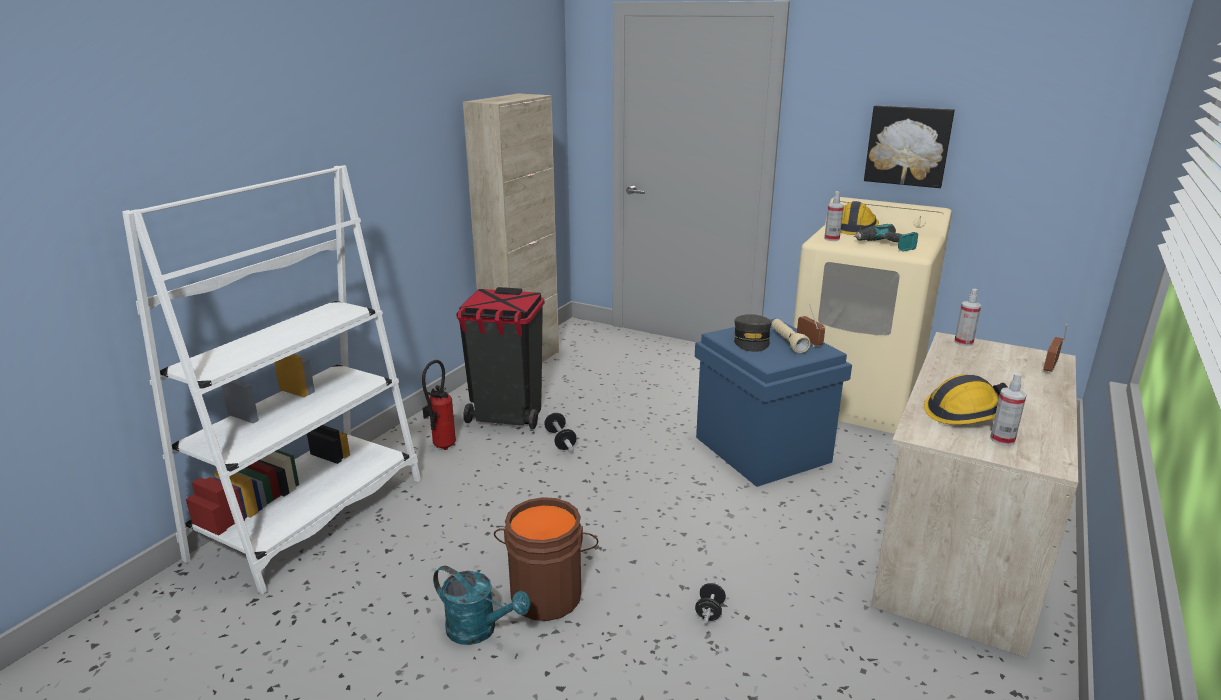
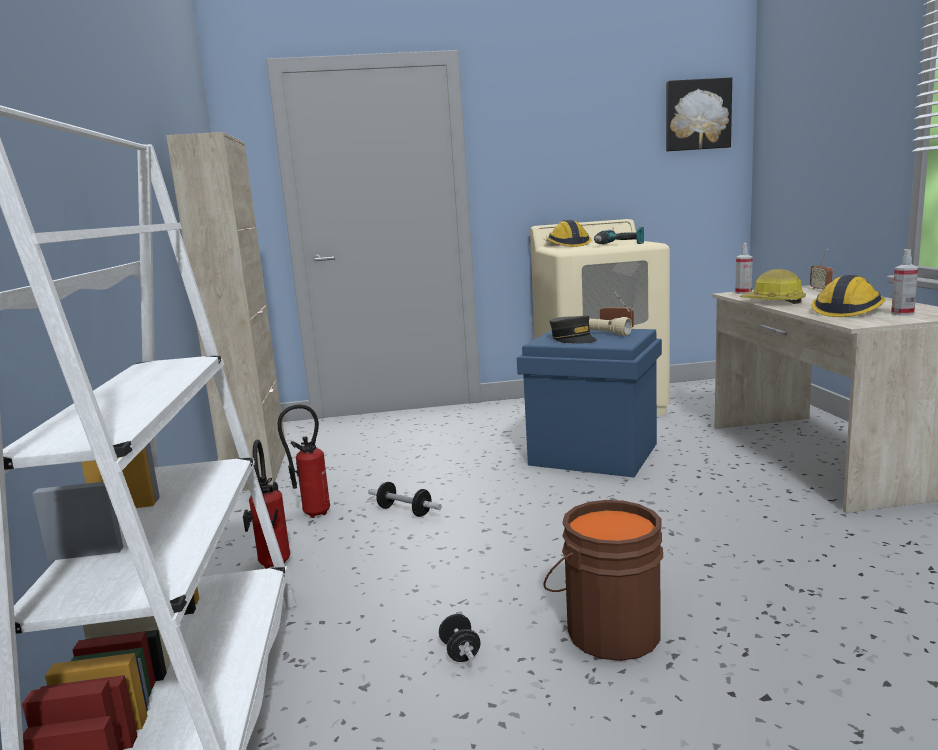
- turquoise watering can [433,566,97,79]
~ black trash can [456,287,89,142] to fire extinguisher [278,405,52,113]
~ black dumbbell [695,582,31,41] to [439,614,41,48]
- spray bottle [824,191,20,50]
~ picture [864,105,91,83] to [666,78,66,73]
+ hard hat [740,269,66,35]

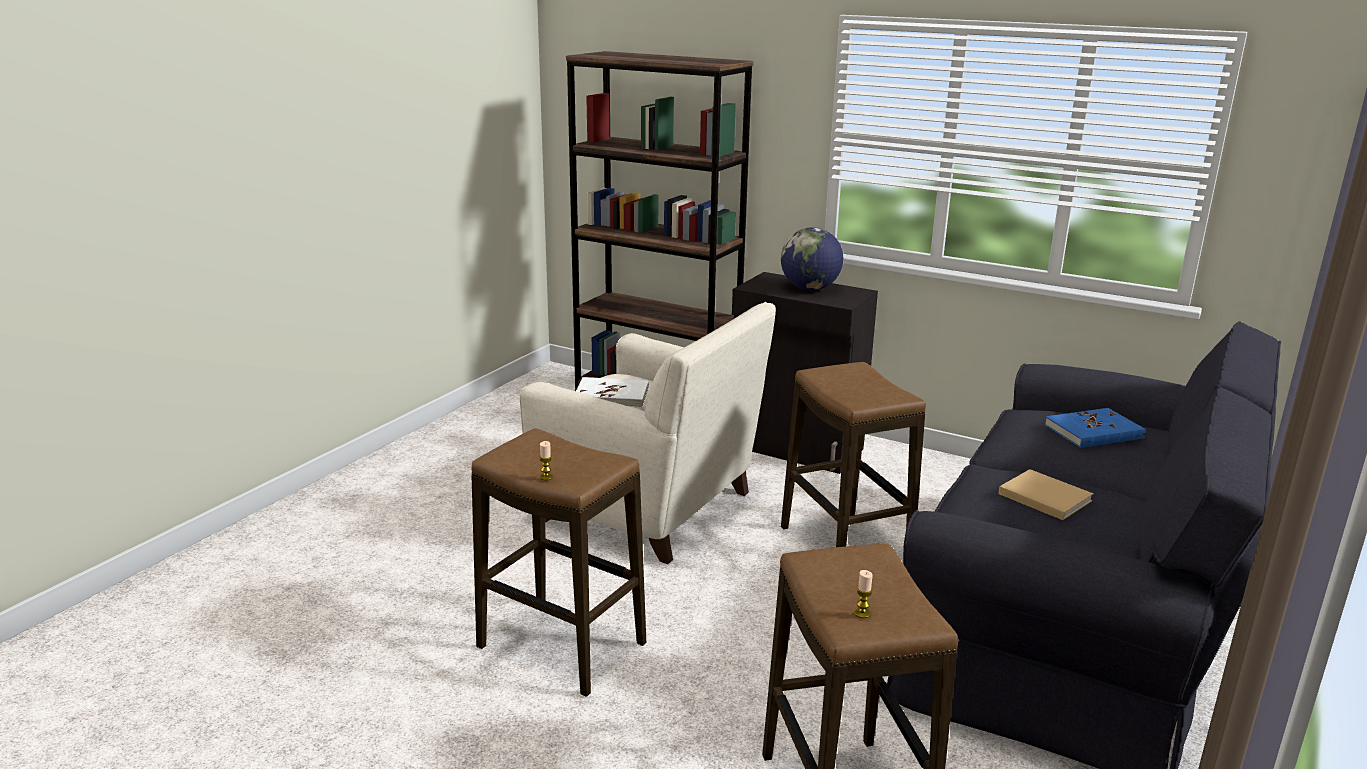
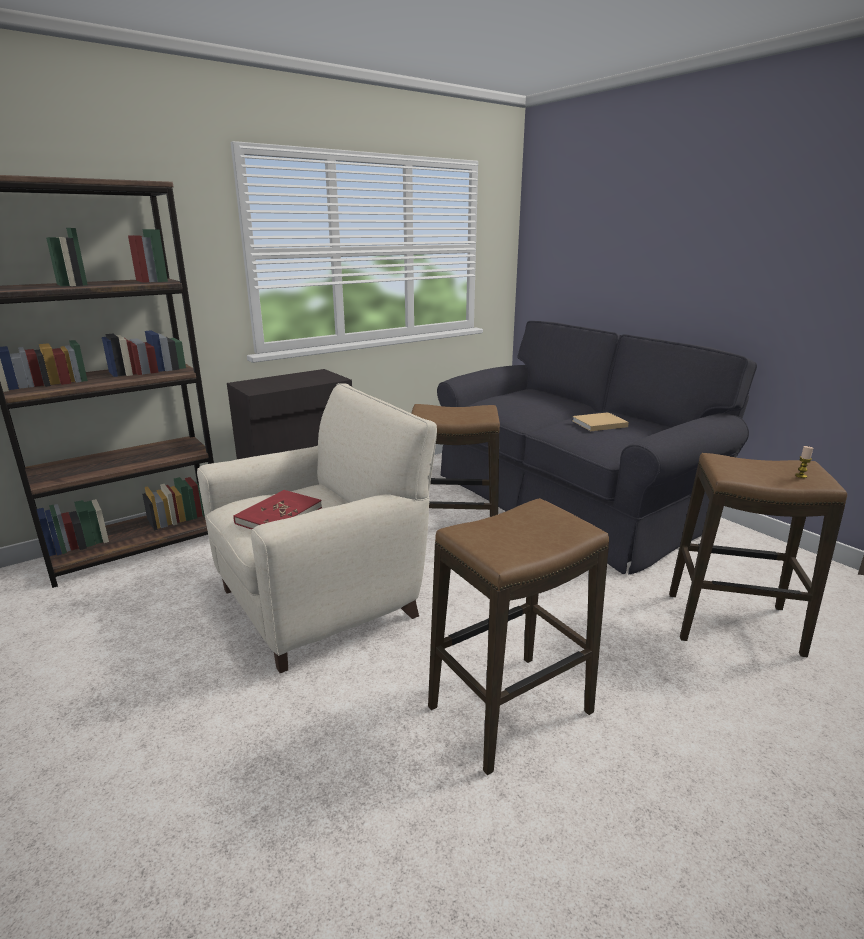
- candle [539,441,14,39]
~ white book [576,377,73,31] to red book [233,490,89,39]
- globe [781,227,62,64]
- blue book [1045,408,101,40]

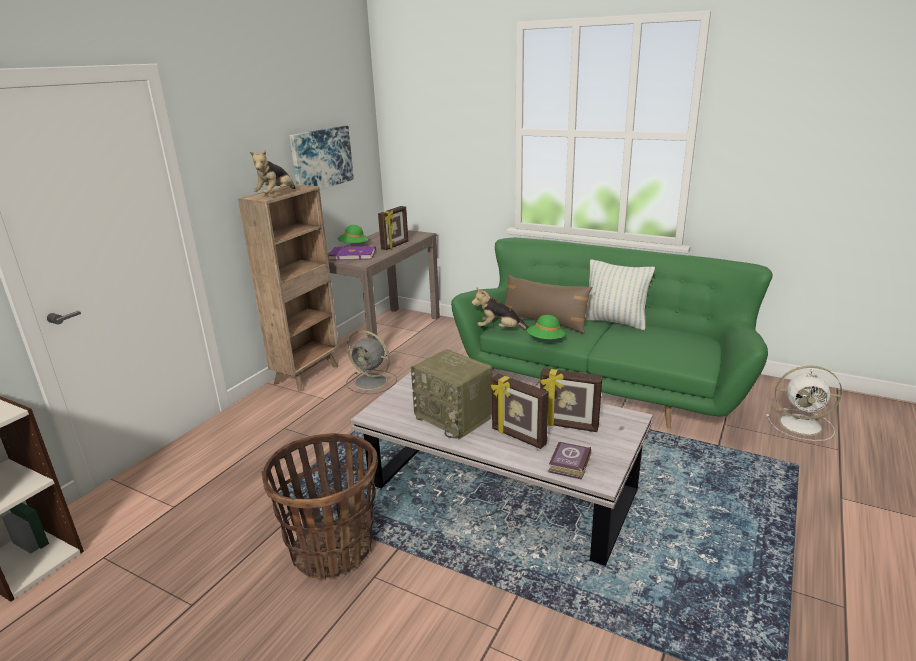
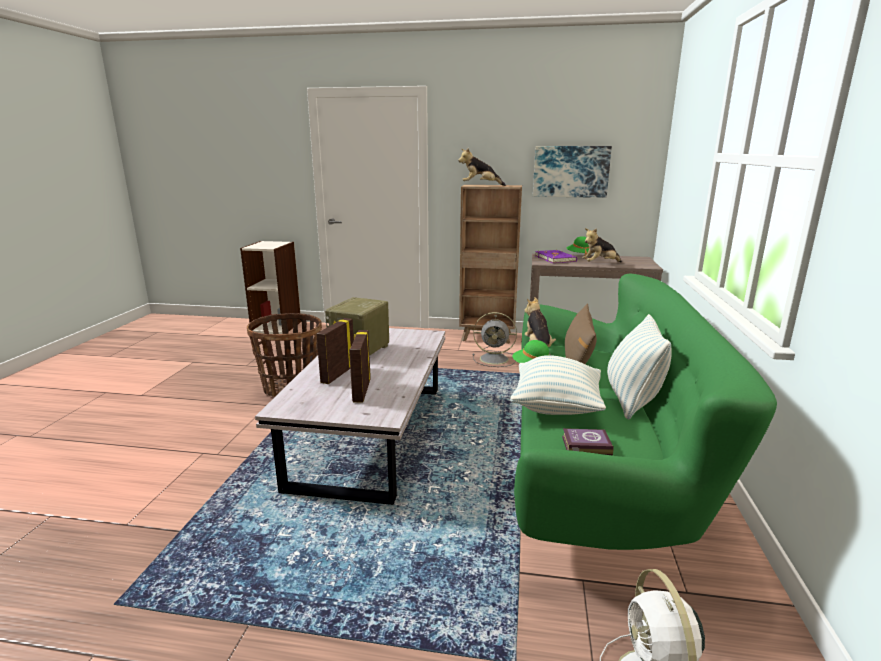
~ grey fan [346,330,51,64] = [473,312,44,55] 90 degrees counterclockwise
~ picture frame [378,206,30,44] to plush toy [582,228,40,34]
~ book [548,442,43,38] to [562,428,52,28]
+ pillow [510,355,96,60]

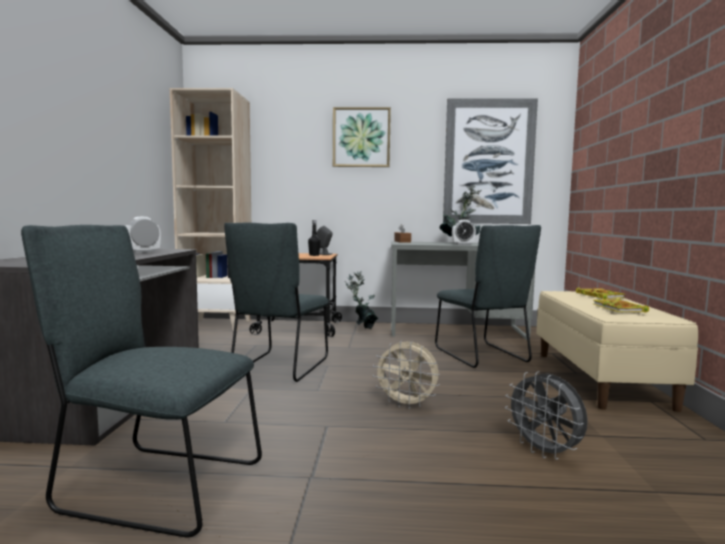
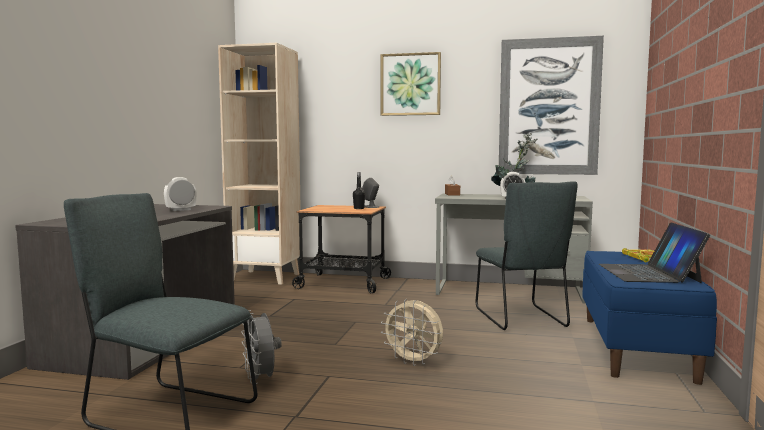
- grey chair [224,223,105,159]
- potted plant [345,271,34,58]
~ grey fan [505,371,83,89] to [241,310,41,74]
~ beige bench [536,291,162,121] to blue bench [582,251,135,134]
~ book [593,298,56,15] to laptop [599,223,111,60]

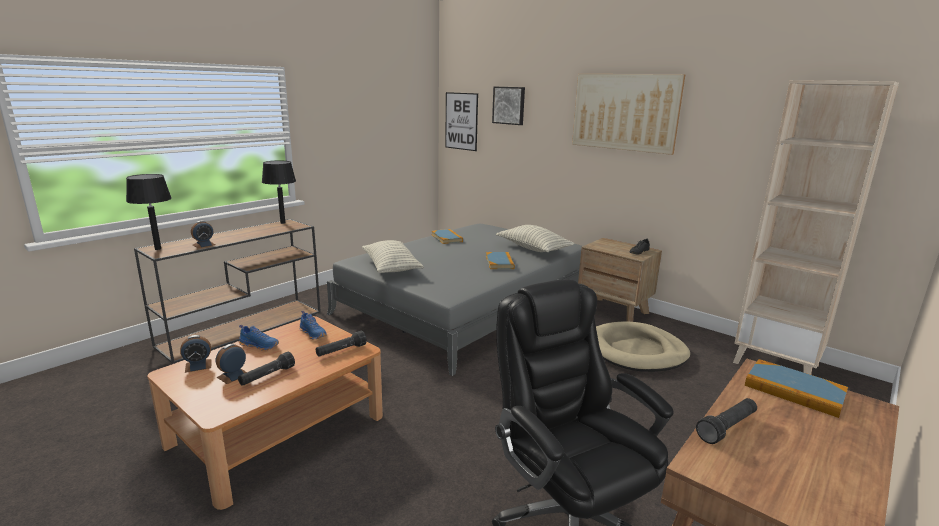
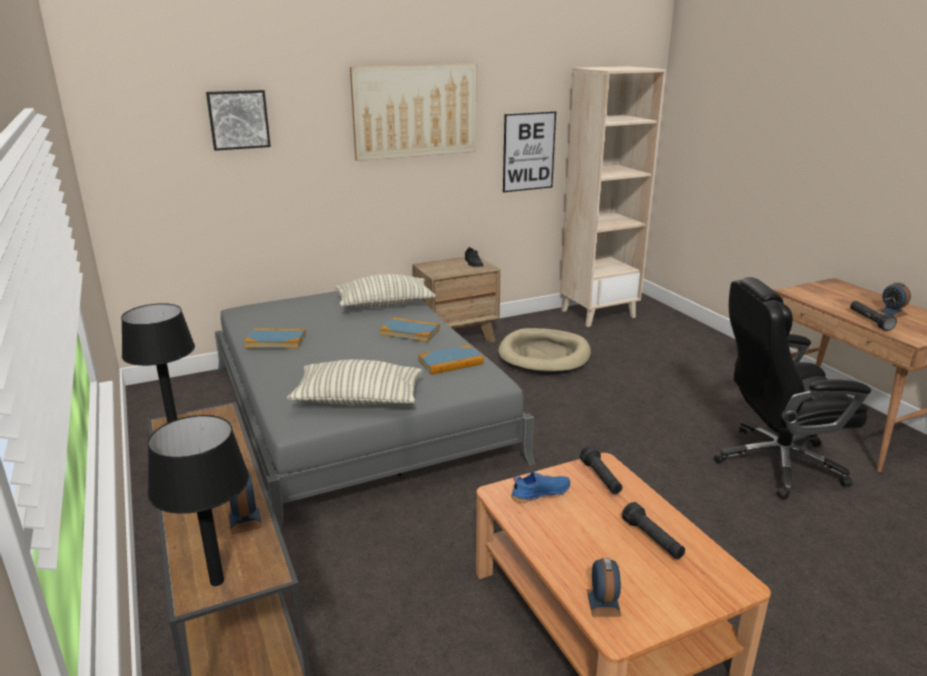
~ alarm clock [216,344,31,40] to [877,282,34,36]
- blue shoe [239,325,40,26]
~ picture [445,92,33,59] to [503,111,53,81]
~ book [745,359,103,59] to [418,345,65,30]

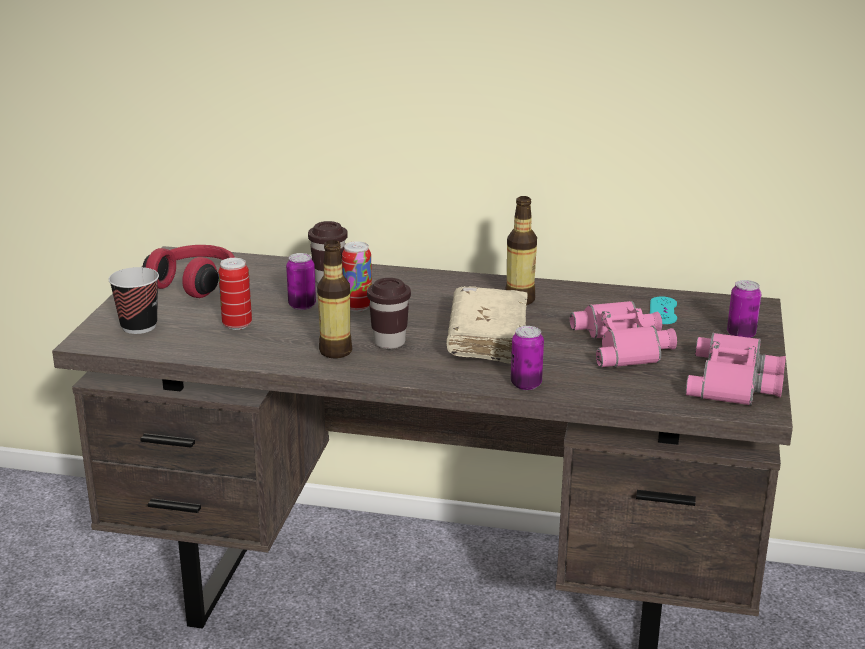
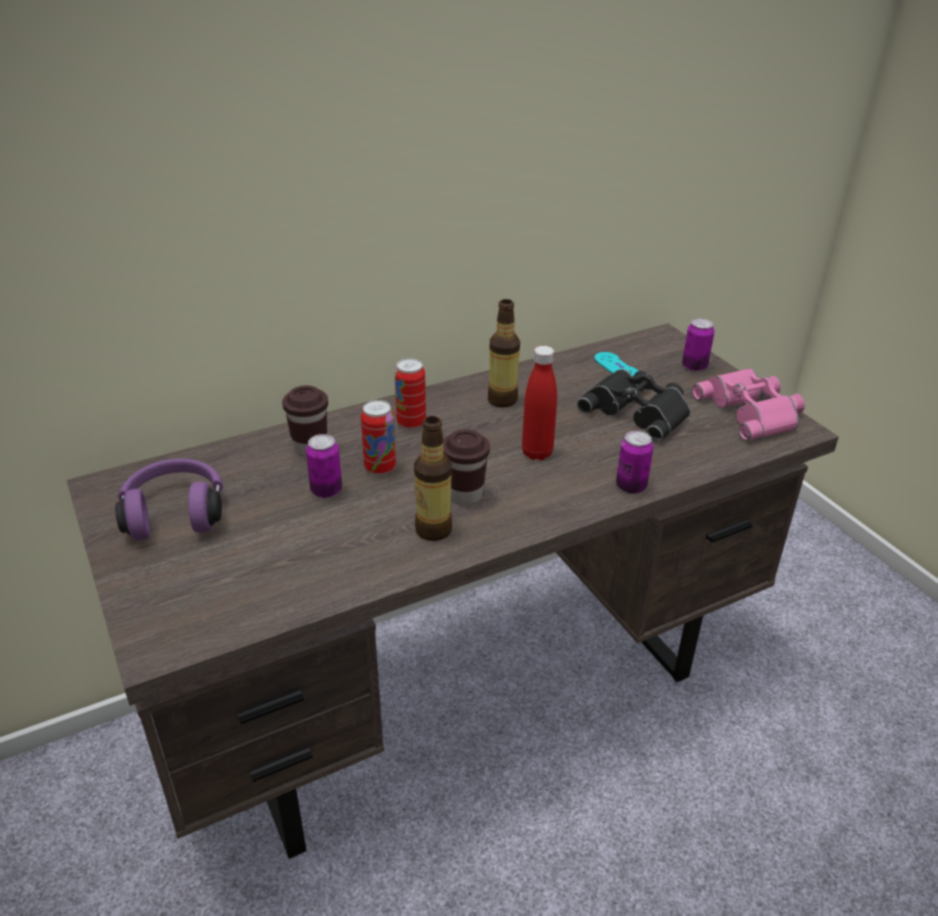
- cup [108,267,51,67]
~ red headphones [143,245,92,53] to purple headphones [115,459,108,81]
~ can [218,258,34,72] to [395,358,31,72]
~ beige book [446,286,82,78] to red bottle [522,346,35,114]
~ pink binoculars [570,301,107,66] to black binoculars [577,369,114,73]

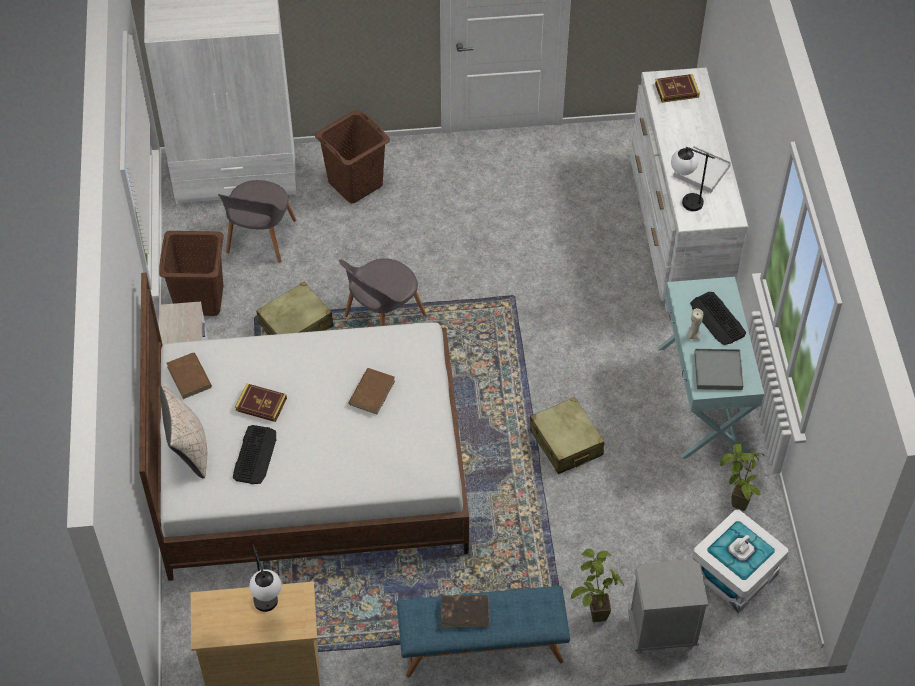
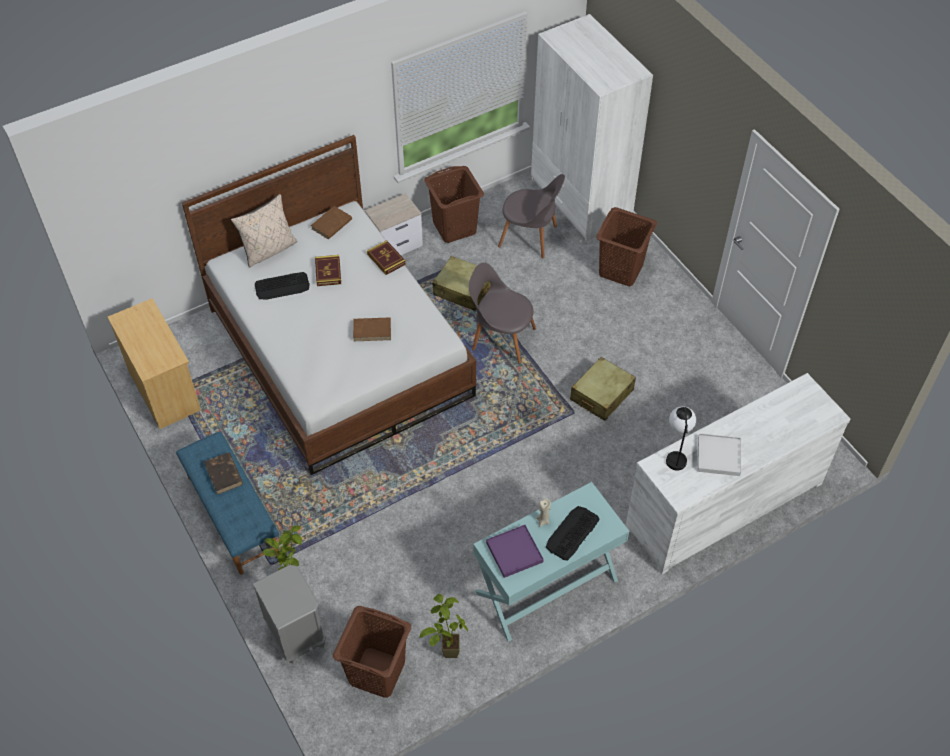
~ grey chair [218,180,78,83] = [498,174,67,84] 150 degrees counterclockwise
- table lamp [250,544,31,68]
~ beige suitcase [530,397,75,77] to [570,357,66,64]
~ book [655,74,45,29] to [367,240,39,35]
~ white storage box [693,510,95,103] to brown laundry basket [333,606,78,92]
~ grey tray [694,349,49,41] to purple tray [486,525,58,53]

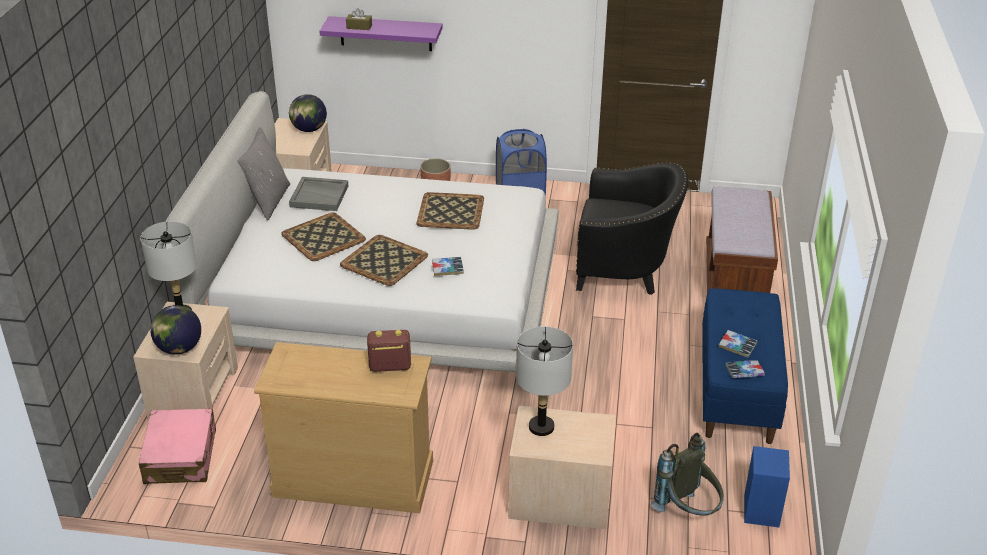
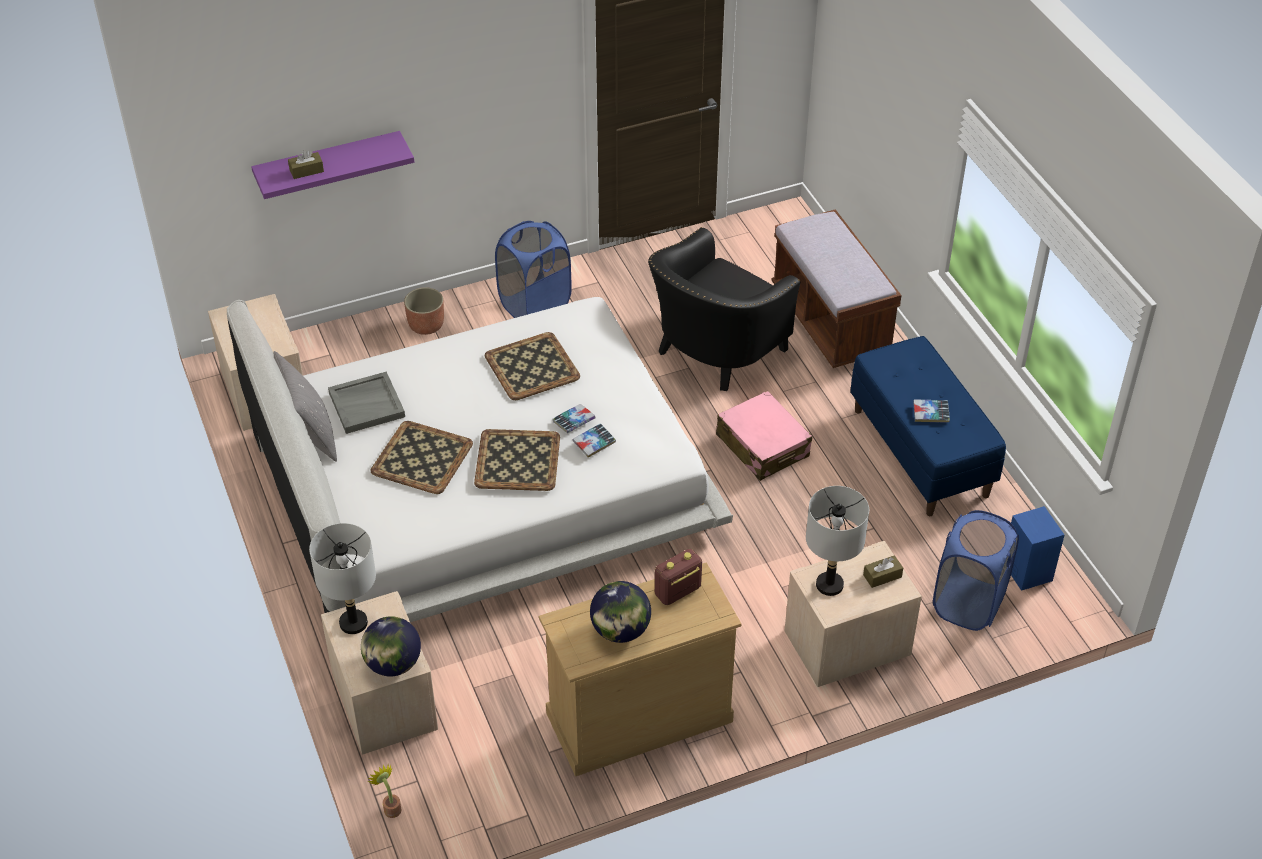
~ pink suitcase [139,409,77,75] to [716,391,96,90]
~ globe [289,94,38,38] to [590,581,61,62]
~ black armchair [576,163,113,132] = [648,227,152,164] 150 degrees clockwise
~ grey backpack [651,433,73,83] to blue laundry basket [933,510,86,121]
~ book [726,360,39,18] to [552,404,43,29]
+ potted plant [368,765,34,53]
+ brown tissue box [863,555,40,33]

